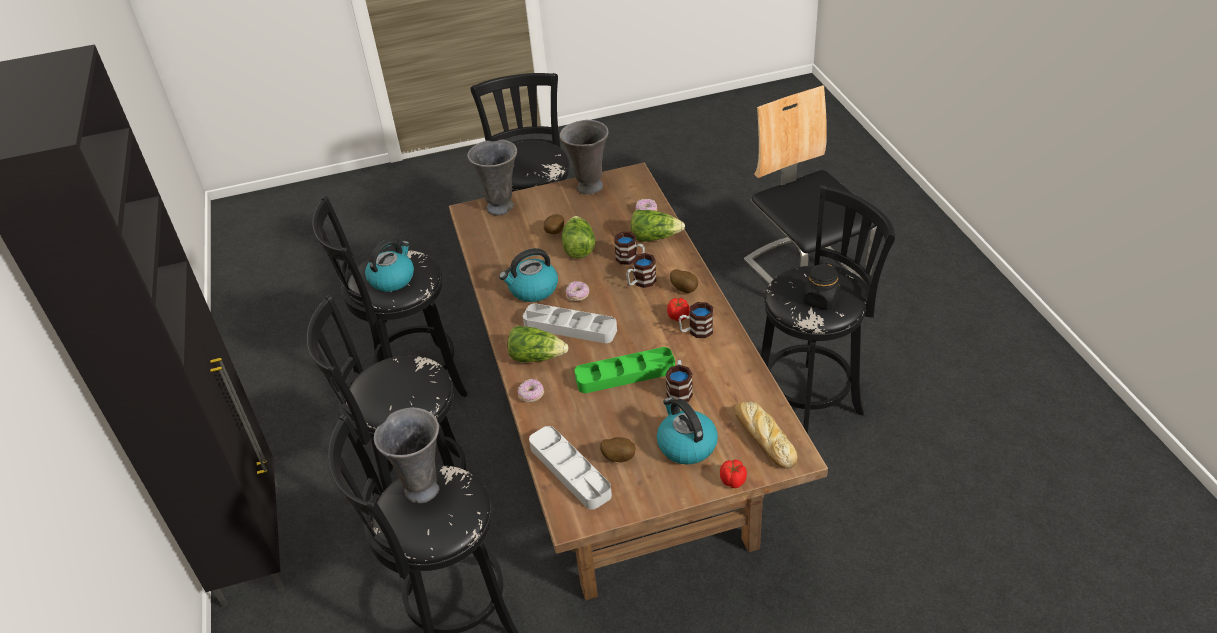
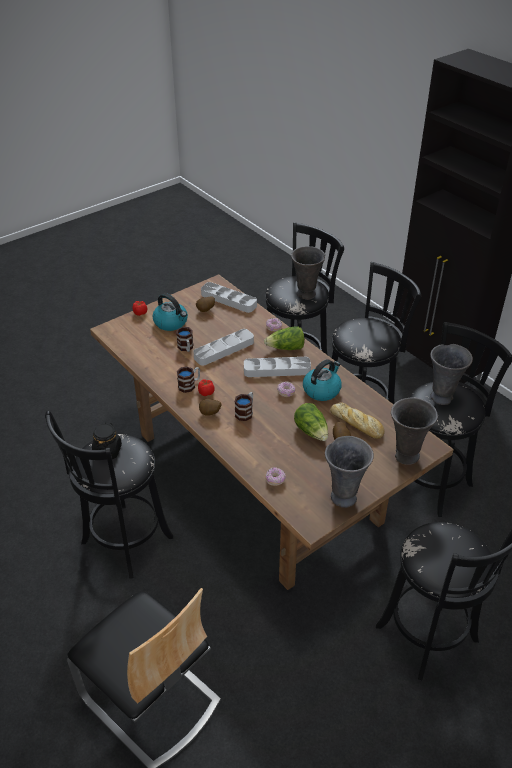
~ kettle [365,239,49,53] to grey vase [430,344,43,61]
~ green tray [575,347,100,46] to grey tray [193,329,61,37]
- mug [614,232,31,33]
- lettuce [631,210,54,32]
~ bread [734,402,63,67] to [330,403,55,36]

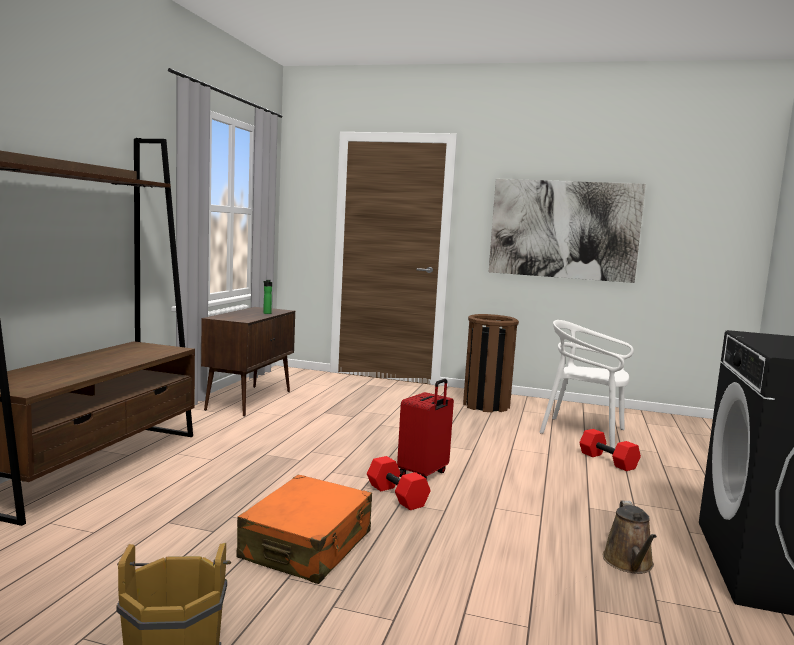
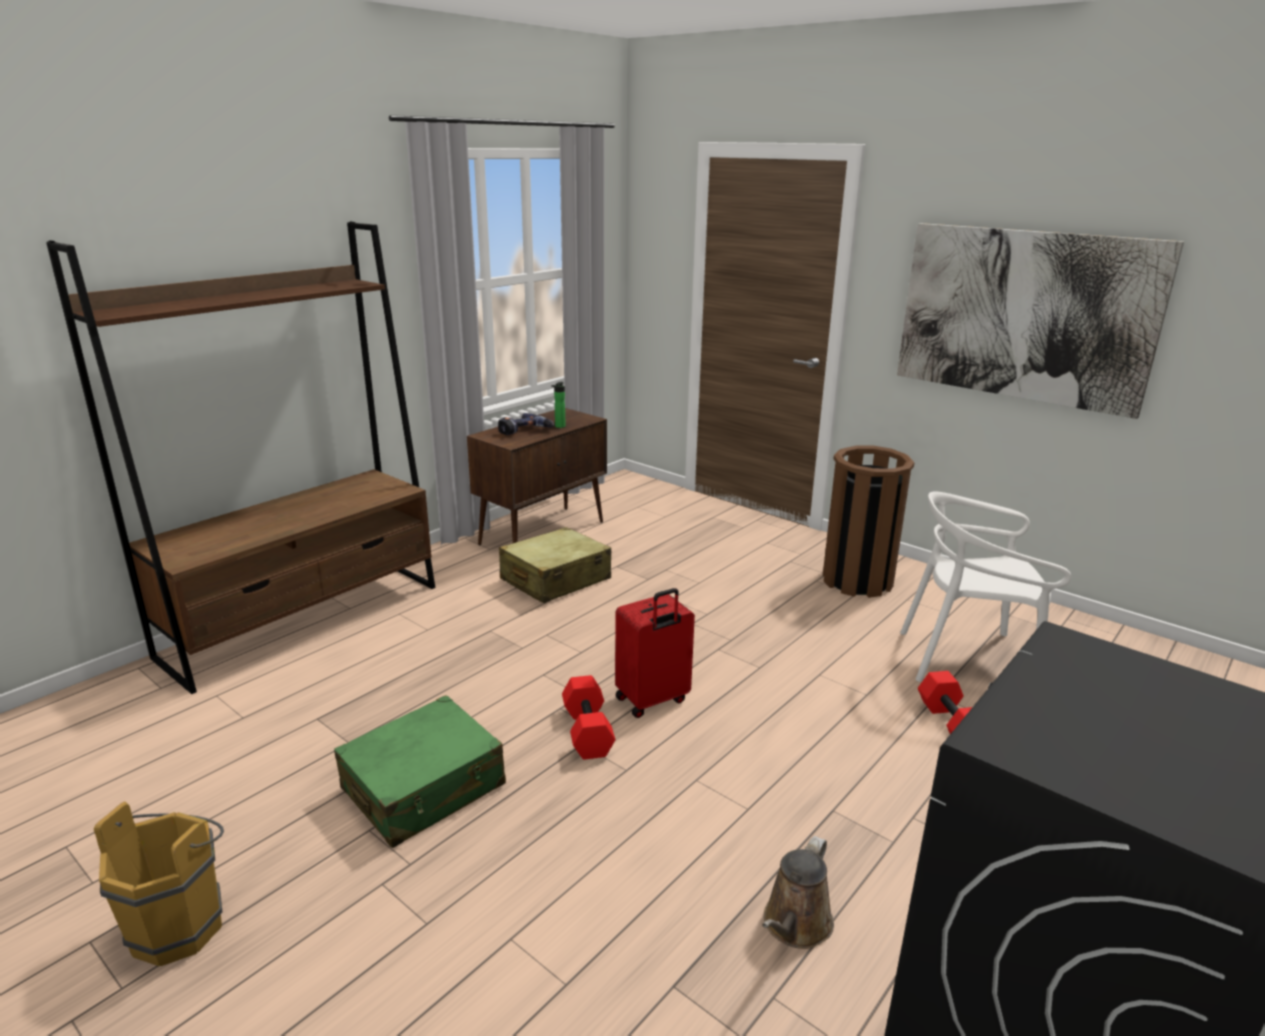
~ orange suitcase [236,475,136,109] to green suitcase [334,695,172,153]
~ white chair [540,320,94,128] = [900,491,171,191] 45 degrees counterclockwise
+ power drill [498,413,56,22]
+ beige suitcase [499,527,112,76]

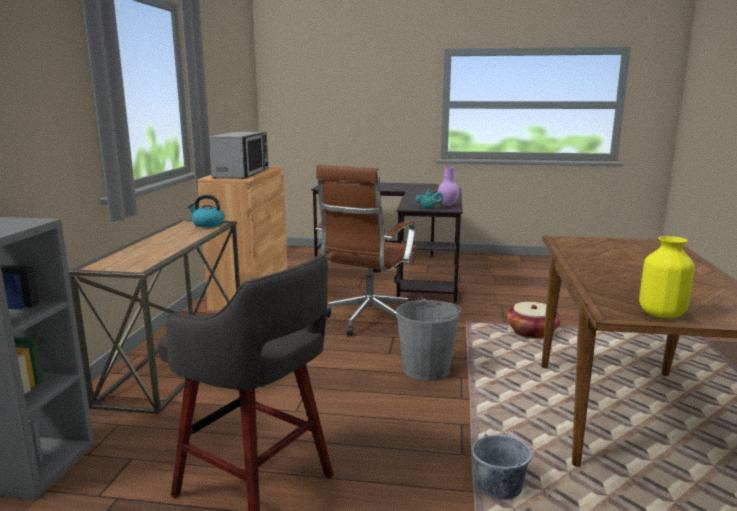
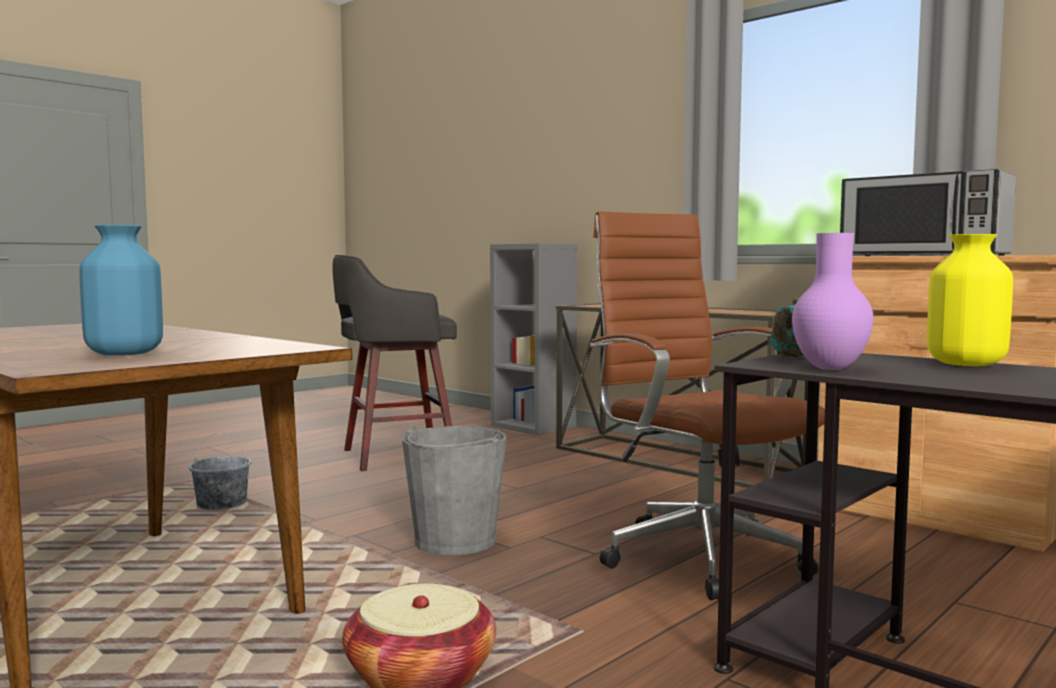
- kettle [188,195,37,32]
~ yellow vase [639,236,56,82] to [927,234,86,132]
+ blue vase [79,225,84,131]

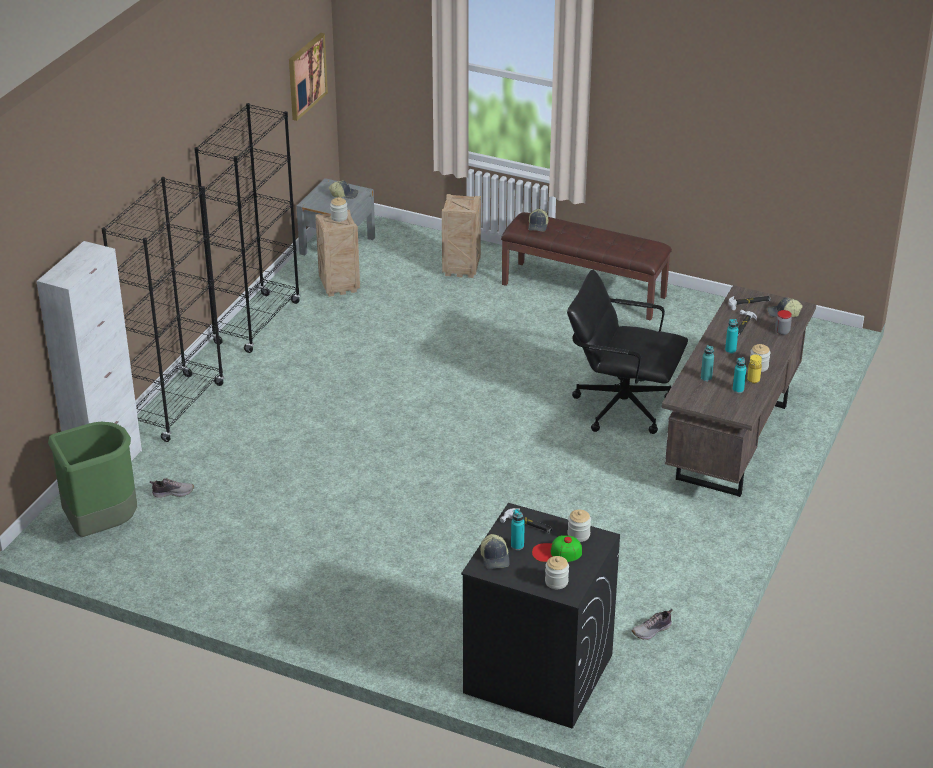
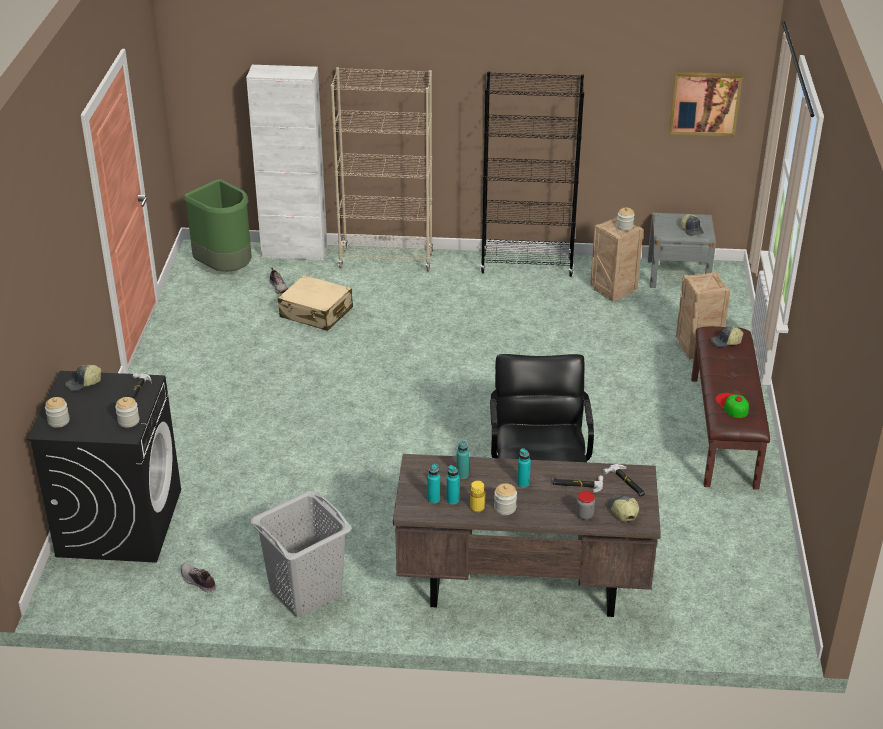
~ black bookcase [101,177,123,265] to beige bookcase [331,67,102,205]
~ turquoise bottle [511,509,14,41] to [427,464,13,40]
~ cap [532,535,50,27] to [715,393,34,25]
+ grey laundry basket [251,491,101,126]
+ beige suitcase [278,275,75,56]

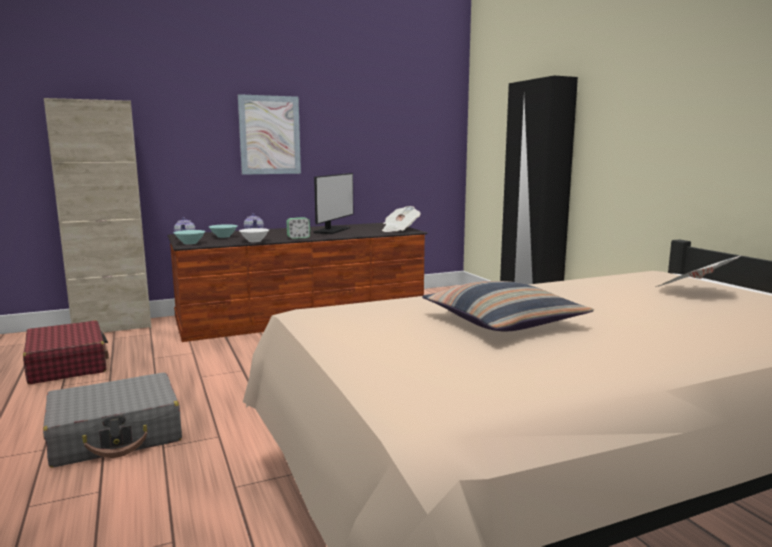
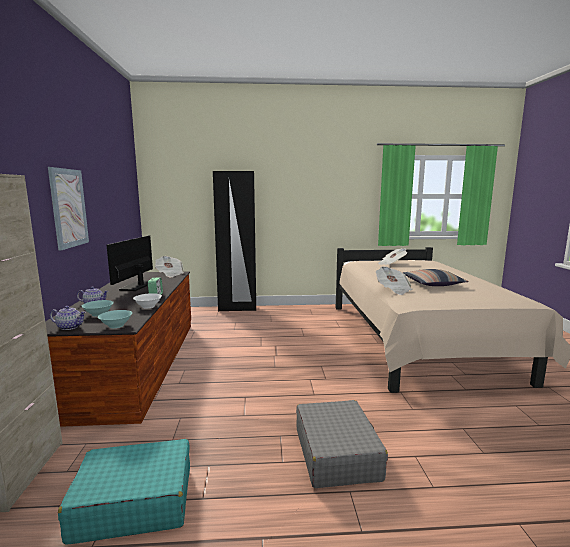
~ red suitcase [23,320,86,64] to turquoise suitcase [58,439,132,106]
~ monitor [313,173,40,61] = [107,235,46,56] 120 degrees counterclockwise
+ newspaper [376,266,37,29]

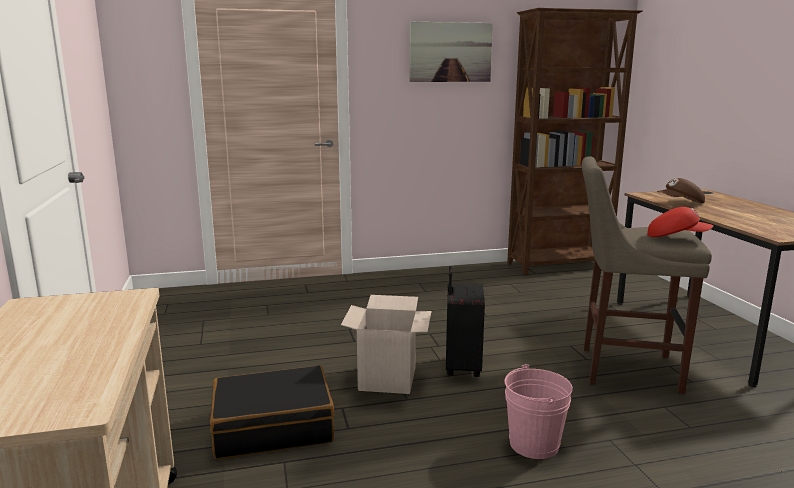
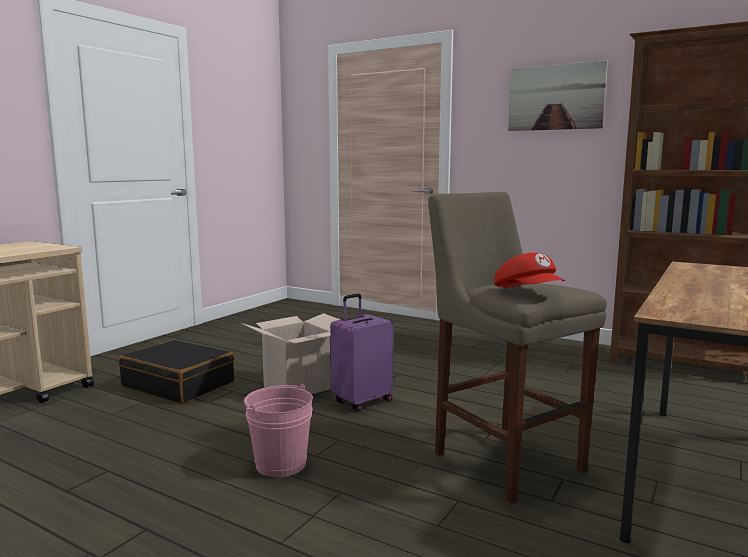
~ black suitcase [446,266,39,111] to purple suitcase [330,294,63,117]
- brown cap [657,178,48,25]

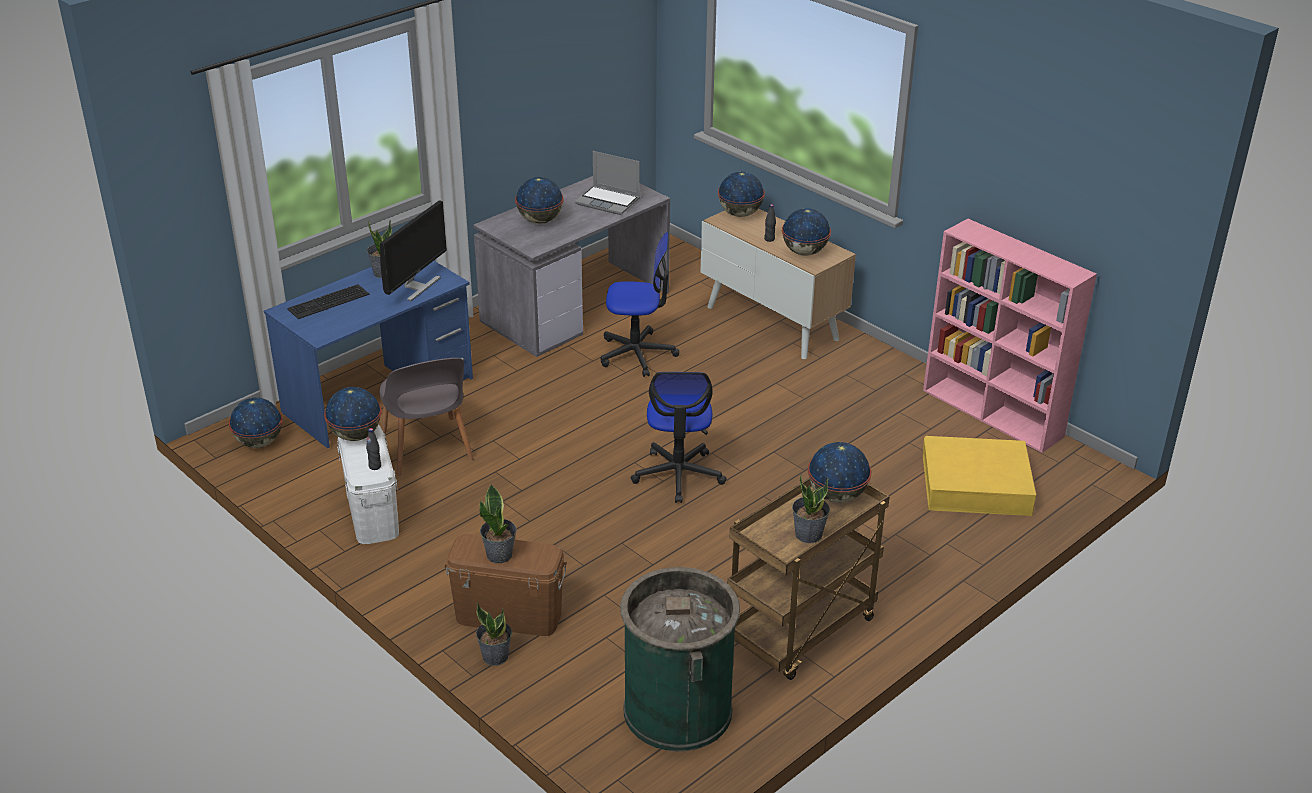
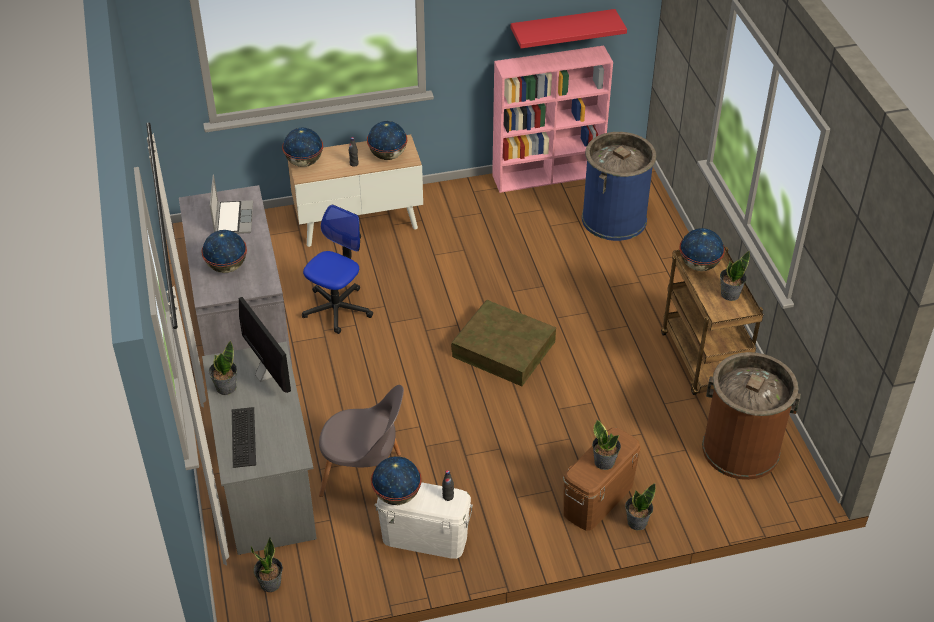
~ globe [229,398,54,50] to potted plant [251,537,32,55]
~ blue desk [264,261,209,187] to grey desk [202,342,115,213]
~ laptop [575,151,65,64] = [210,174,43,60] 60 degrees counterclockwise
~ green trash can [620,567,120,184] to brown trash can [702,352,99,128]
~ office chair [631,372,95,131] to brown storage box [451,300,105,86]
~ yellow storage box [923,436,113,80] to blue trash can [582,132,74,109]
+ red shelf [511,9,116,39]

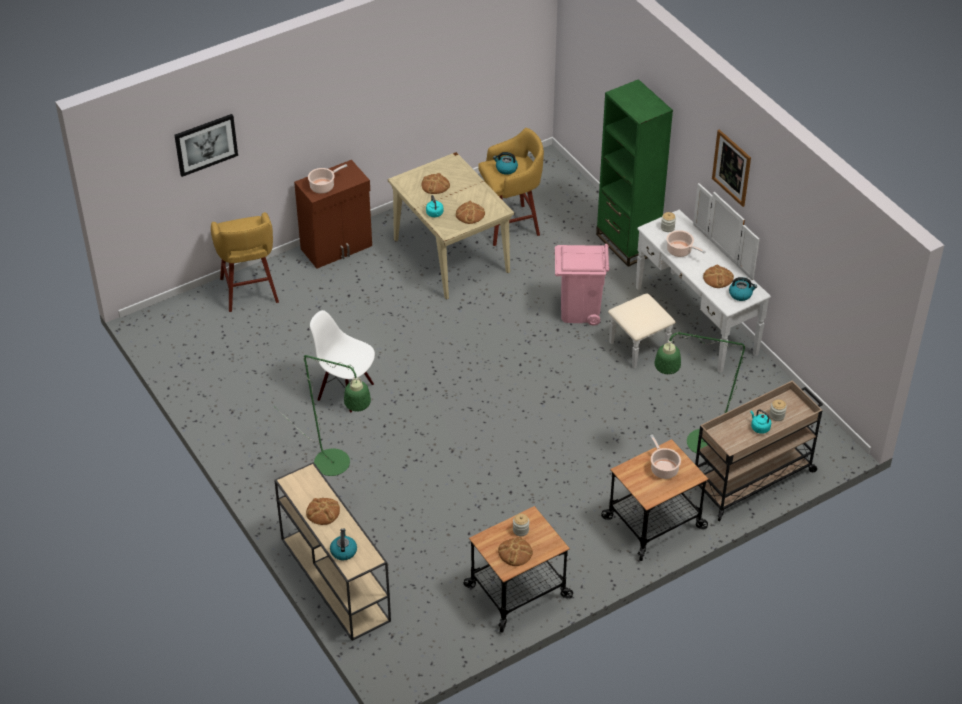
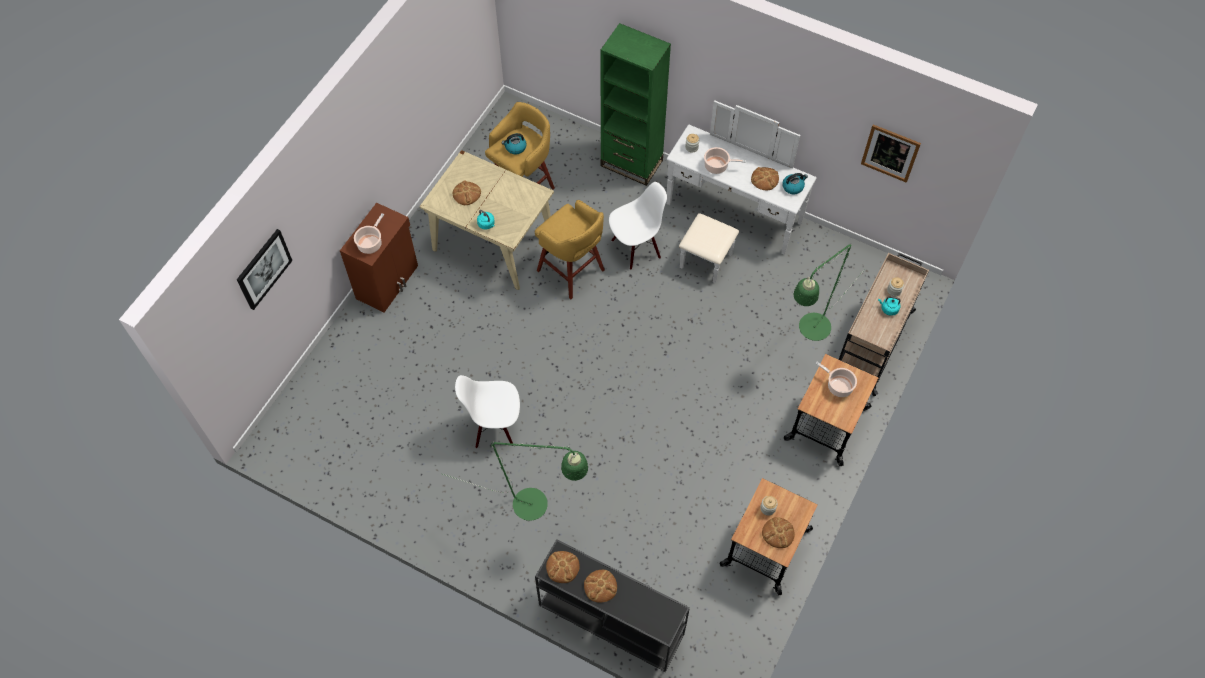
~ yellow stool [211,212,68,100] to [535,200,70,99]
~ beige console table [274,462,117,179] to black console table [535,539,155,133]
- kettle [330,529,27,32]
~ bread [456,201,29,23] to [546,551,34,32]
~ pink trash can [555,244,55,82] to white chair [609,182,58,88]
~ picture [712,130,39,77] to [861,124,60,59]

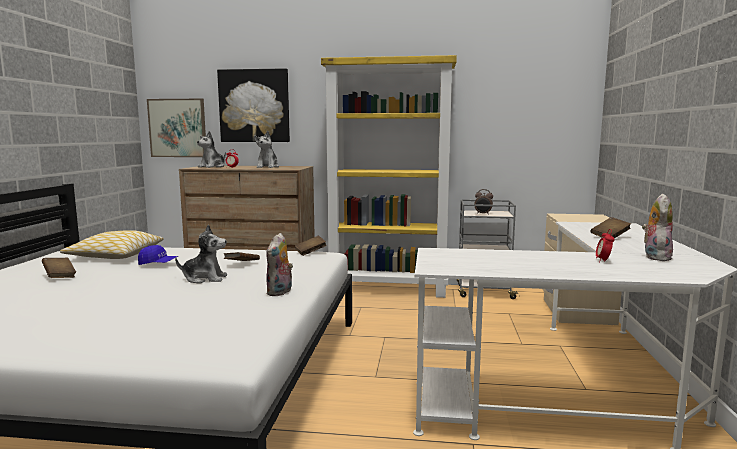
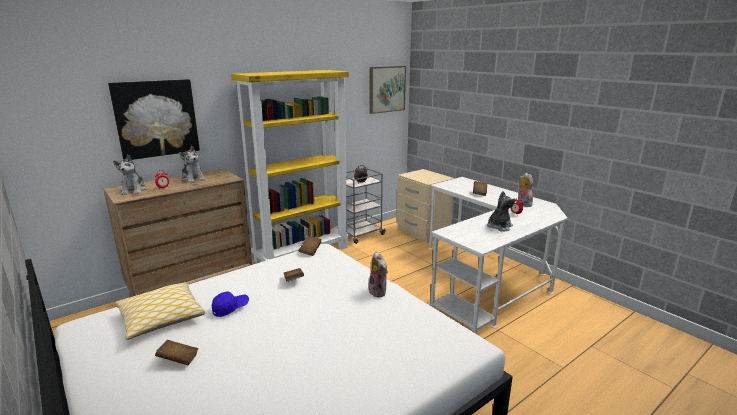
~ picture [147,99,59,58] to [370,66,36,48]
~ plush toy [175,225,52,59] to [487,191,29,41]

